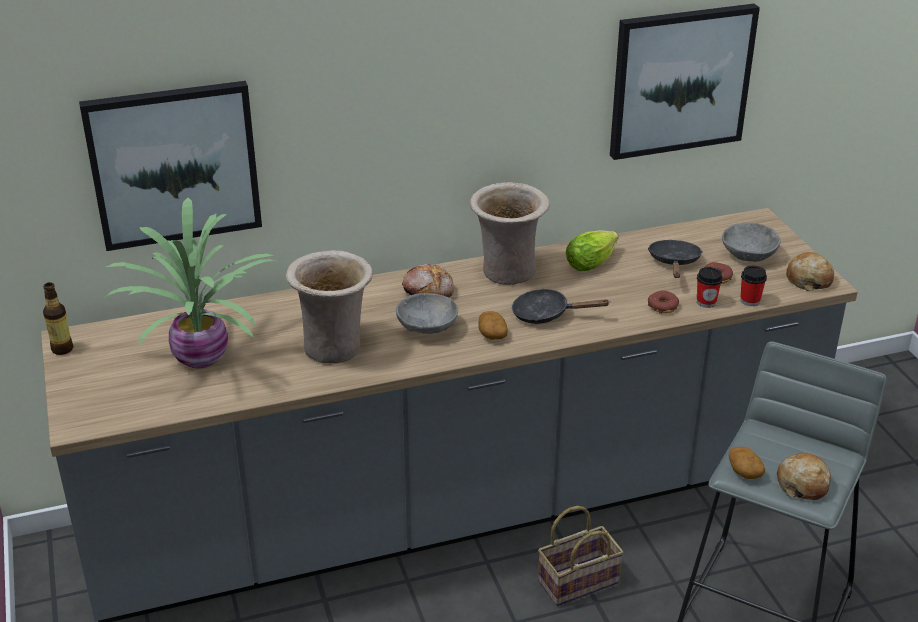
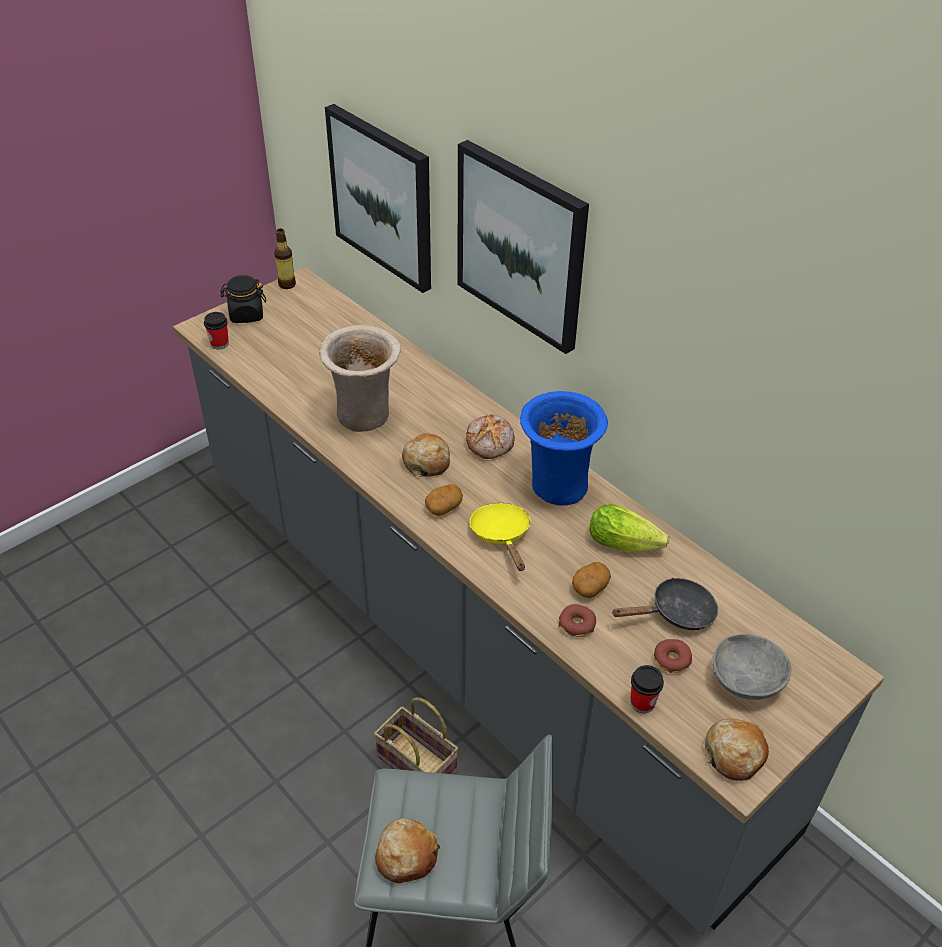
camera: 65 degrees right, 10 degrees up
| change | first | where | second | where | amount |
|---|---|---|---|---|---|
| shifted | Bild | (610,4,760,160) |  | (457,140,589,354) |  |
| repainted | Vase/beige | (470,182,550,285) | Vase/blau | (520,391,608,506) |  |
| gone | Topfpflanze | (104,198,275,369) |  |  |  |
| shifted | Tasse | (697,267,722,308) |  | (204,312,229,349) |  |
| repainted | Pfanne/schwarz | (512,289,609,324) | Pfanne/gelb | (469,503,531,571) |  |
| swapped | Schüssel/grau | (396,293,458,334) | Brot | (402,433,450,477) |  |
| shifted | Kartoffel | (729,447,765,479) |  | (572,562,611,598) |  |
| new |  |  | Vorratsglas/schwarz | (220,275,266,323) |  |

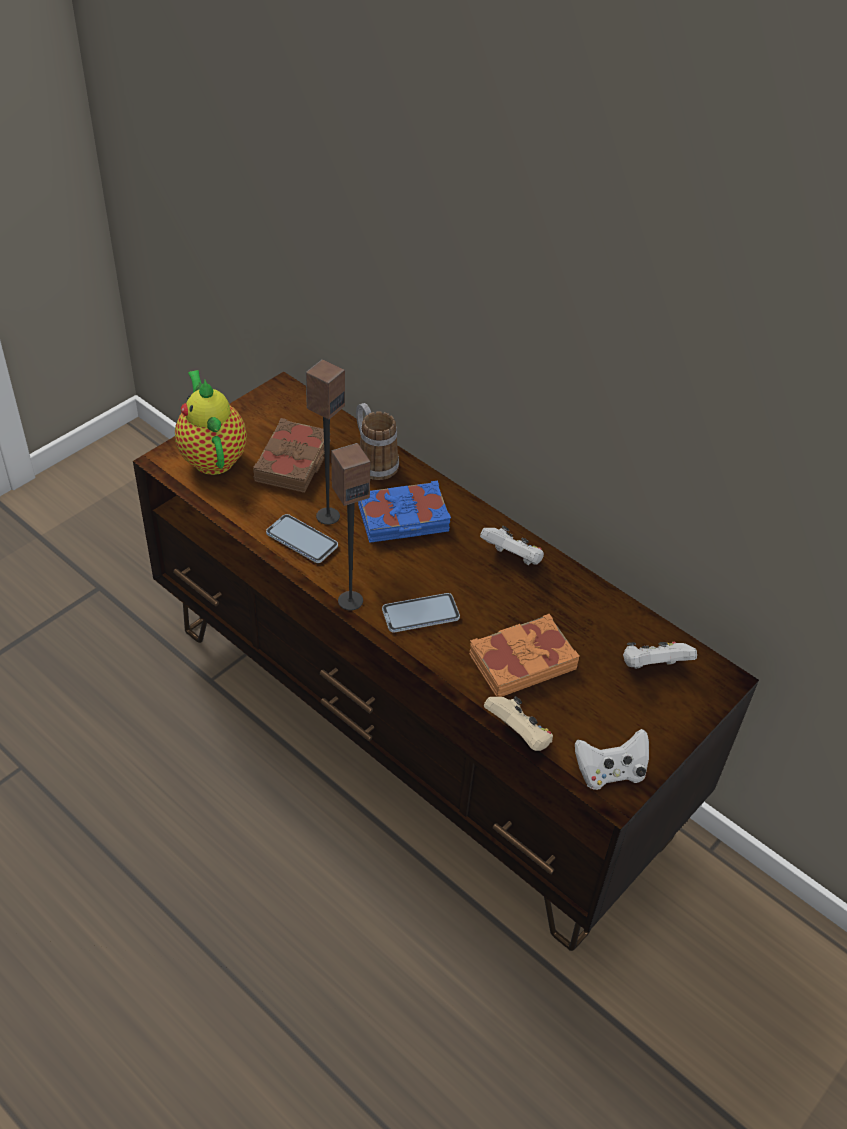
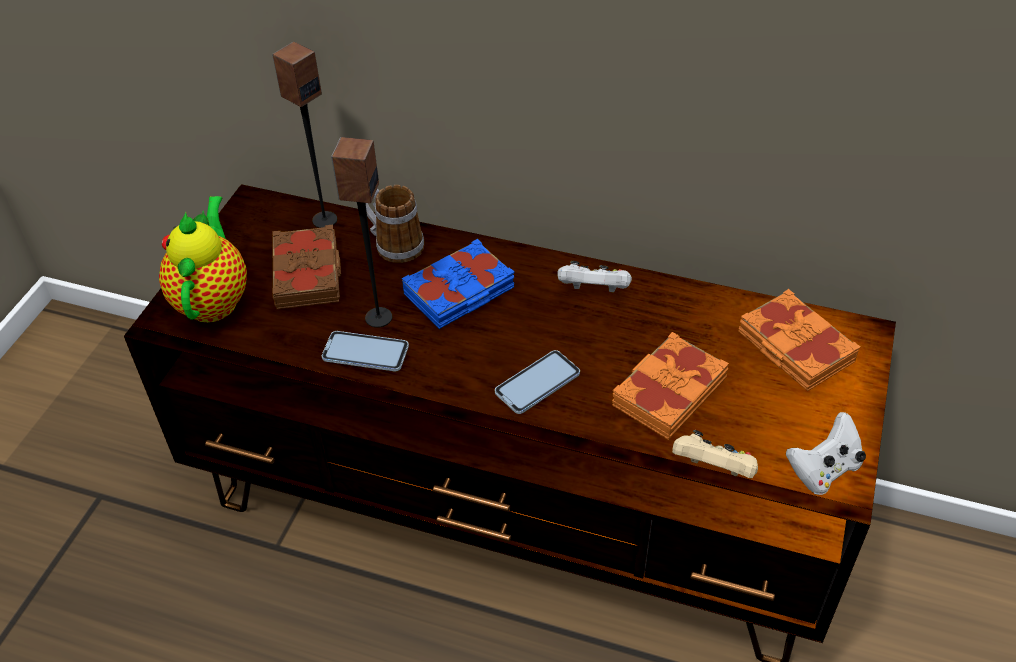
camera: 20 degrees left, 0 degrees up
| change | first | where | second | where | amount |
|---|---|---|---|---|---|
| rotated | Teekanne | (175,370,247,475) |  | (159,196,247,323) | 45 degrees clockwise |
| shifted | Lautsprecher | (331,443,370,611) |  | (272,42,337,228) |  |
| swapped | Gamepad/weiß | (623,641,697,669) | Buch/orange | (738,289,860,391) |  |

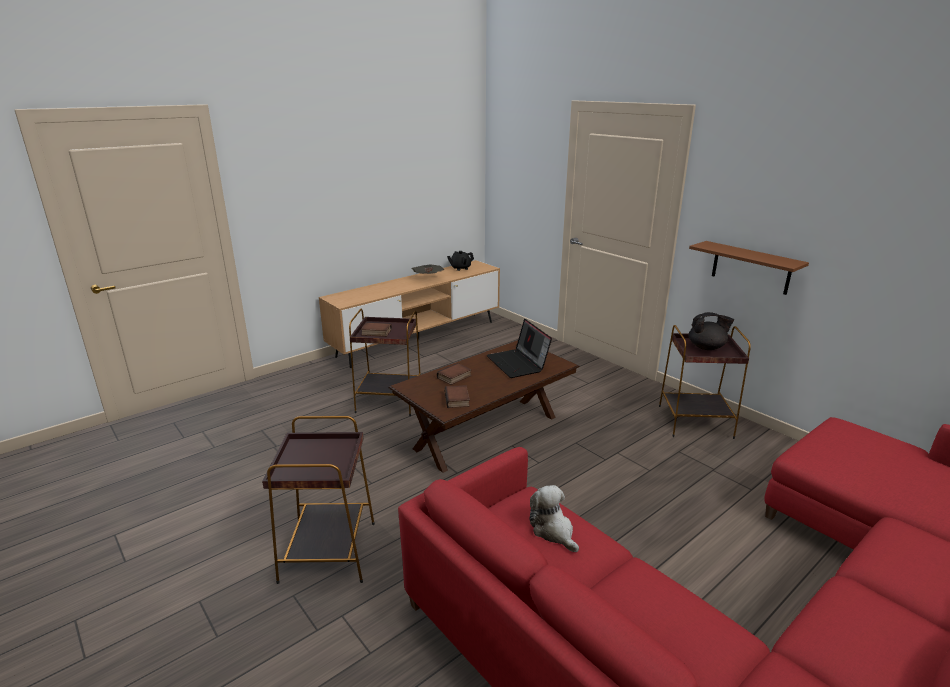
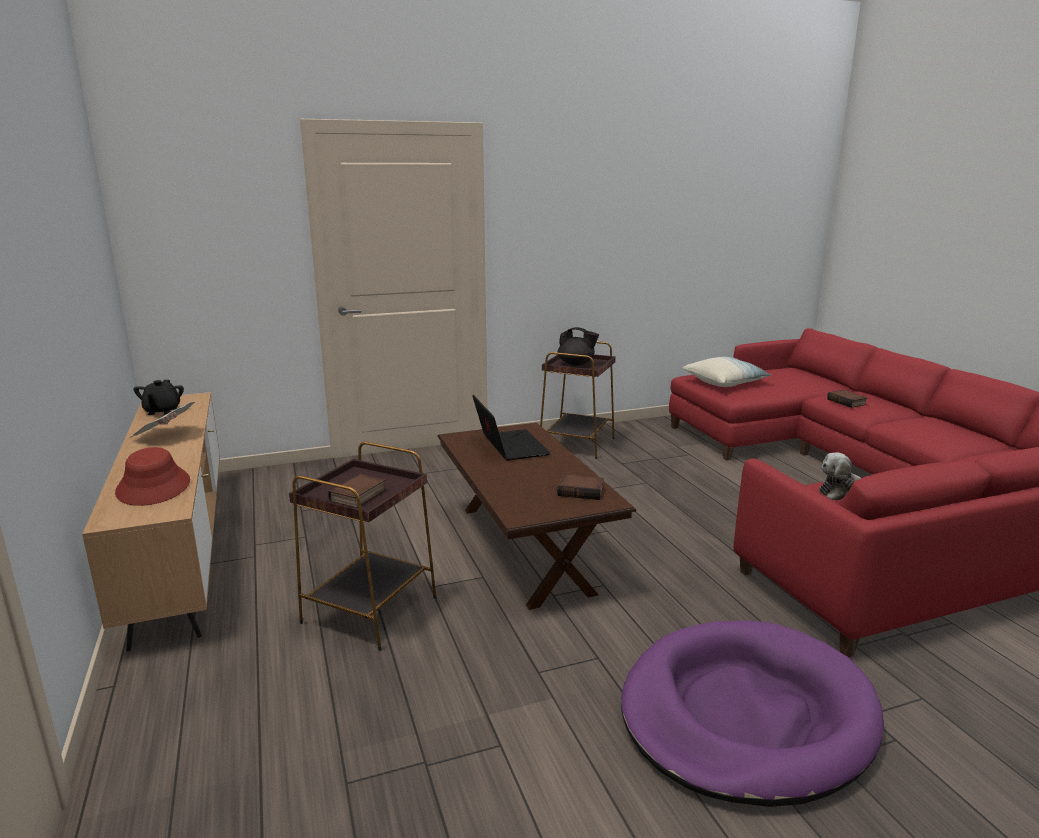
camera: 70 degrees left, 5 degrees down
| change | first | where | second | where | amount |
|---|---|---|---|---|---|
| gone | Wandregal/braun | (689,241,809,295) |  |  |  |
| rotated | Teekanne/schwarz | (689,312,734,350) |  | (558,327,599,366) | 90 degrees clockwise |
| rotated | Laptop | (487,319,552,378) |  | (472,395,550,461) | 105 degrees counterclockwise |
| shifted | Buch | (437,363,472,385) |  | (827,390,868,408) |  |
| swapped | Beistelltisch/braun | (262,416,375,584) | Hundebett/lila | (621,620,884,807) |  |
| new |  |  | Kissen | (682,357,772,387) |  |
| new |  |  | Hut/rot | (115,447,190,506) |  |

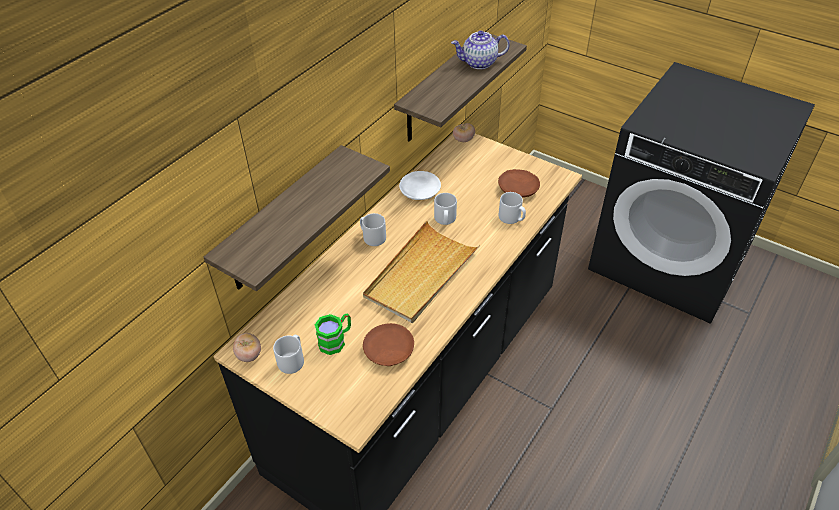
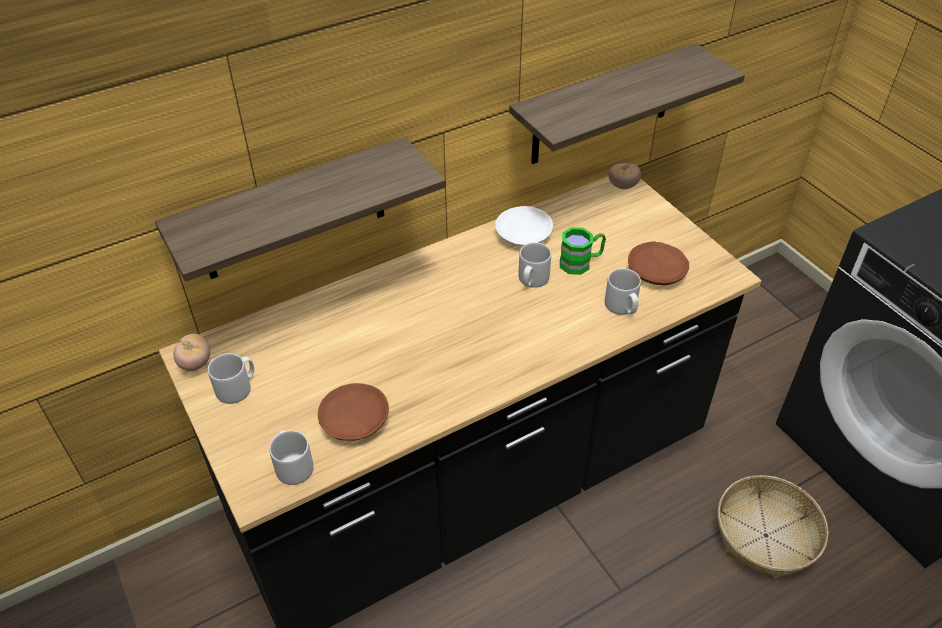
camera: 25 degrees right, 0 degrees up
| change | first | where | second | where | amount |
|---|---|---|---|---|---|
| gone | Teekanne | (451,30,510,69) |  |  |  |
| shifted | Henkelbecher/grau | (360,213,386,246) |  | (269,430,314,485) |  |
| gone | Tablett/beige | (363,221,480,323) |  |  |  |
| shifted | Henkelbecher/grün | (315,313,351,355) |  | (560,227,606,275) |  |
| new |  |  | Korb | (718,475,828,581) |  |

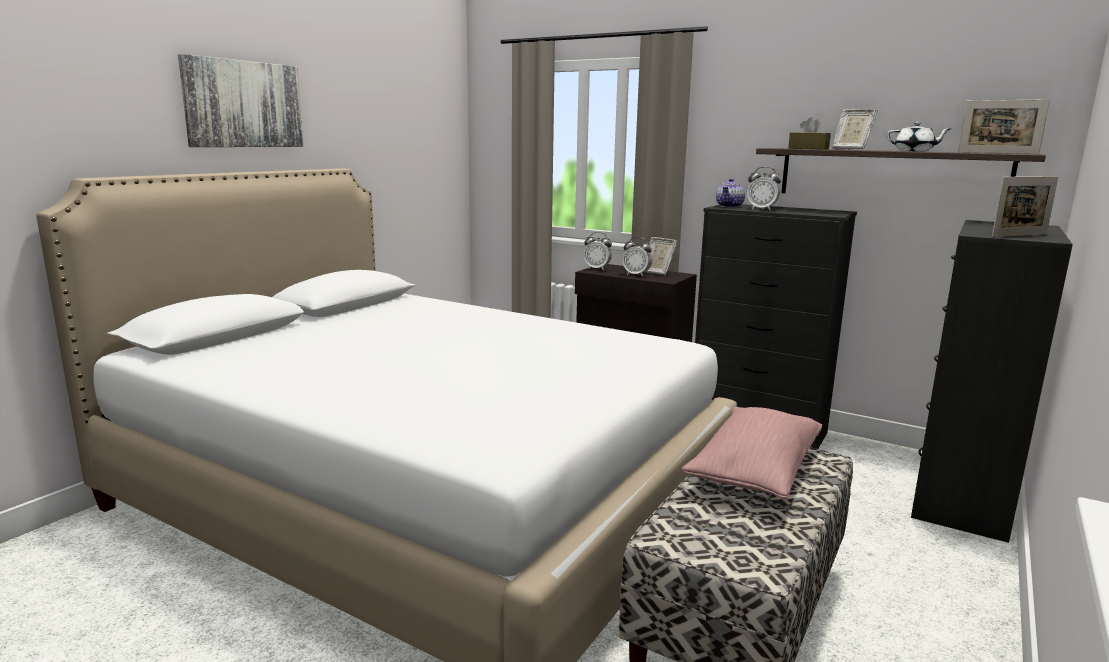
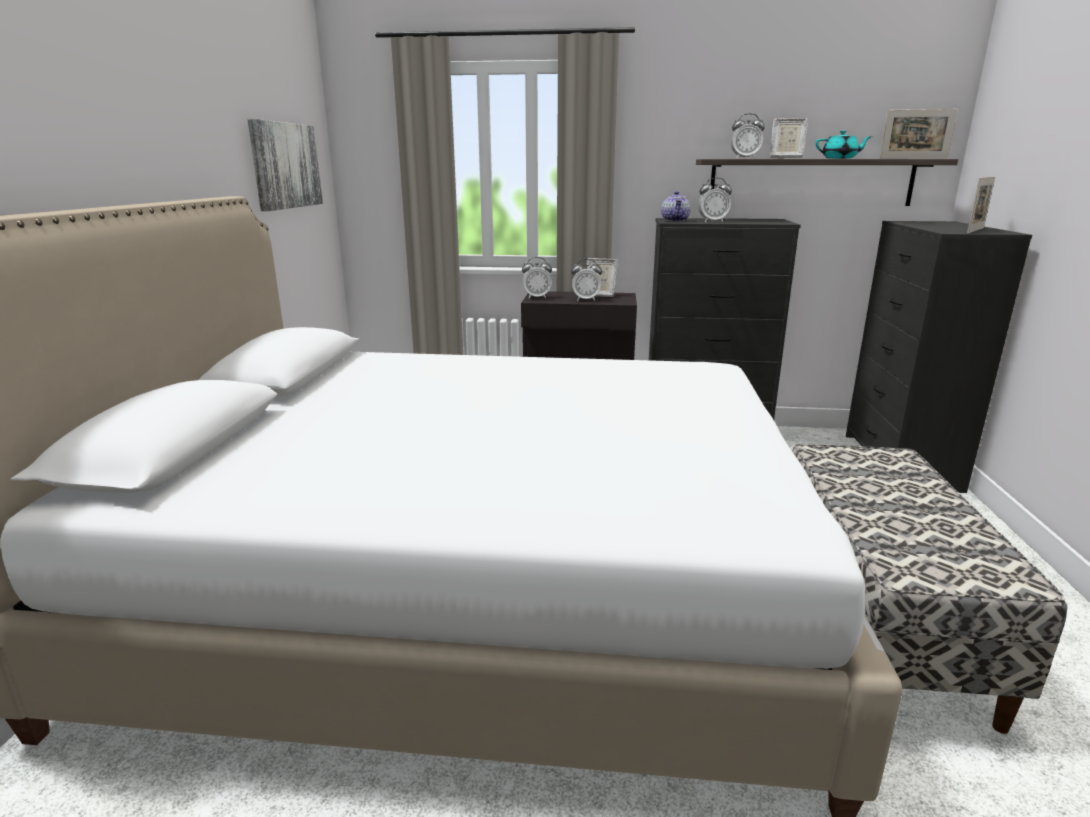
camera: 25 degrees left, 5 degrees up
| change | first | where | second | where | amount |
|---|---|---|---|---|---|
| shifted | Bild | (178,54,303,147) |  | (248,119,323,211) |  |
| swapped | Taschentuchbox/braun | (788,117,831,149) | Wecker | (731,113,765,159) |  |
| repainted | Teekanne/weiß | (887,122,952,151) | Teekanne/türkis | (816,130,873,159) |  |
| gone | Kissen/rosa | (682,407,822,500) |  |  |  |

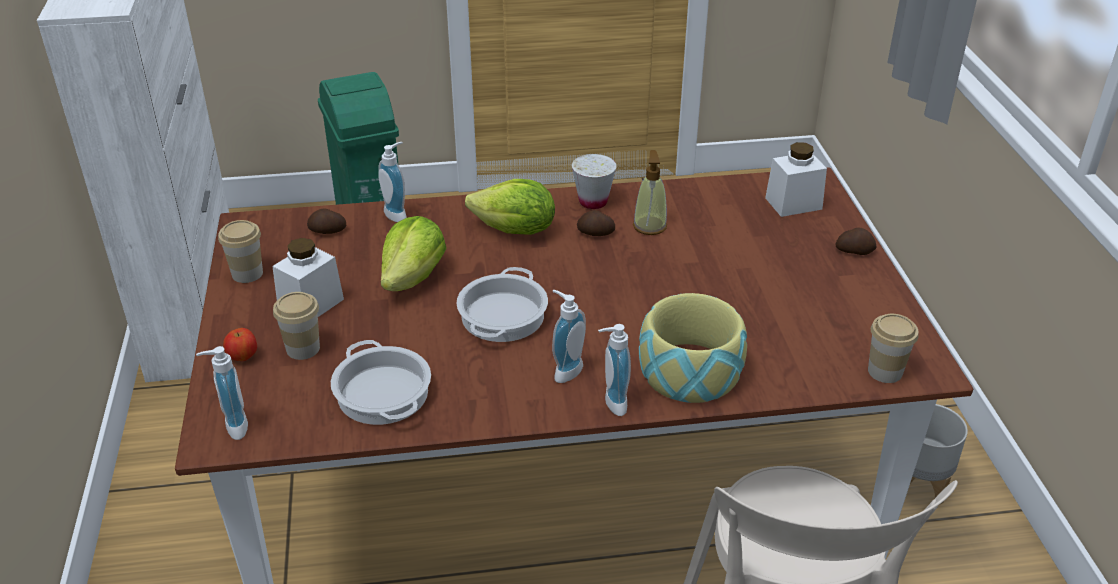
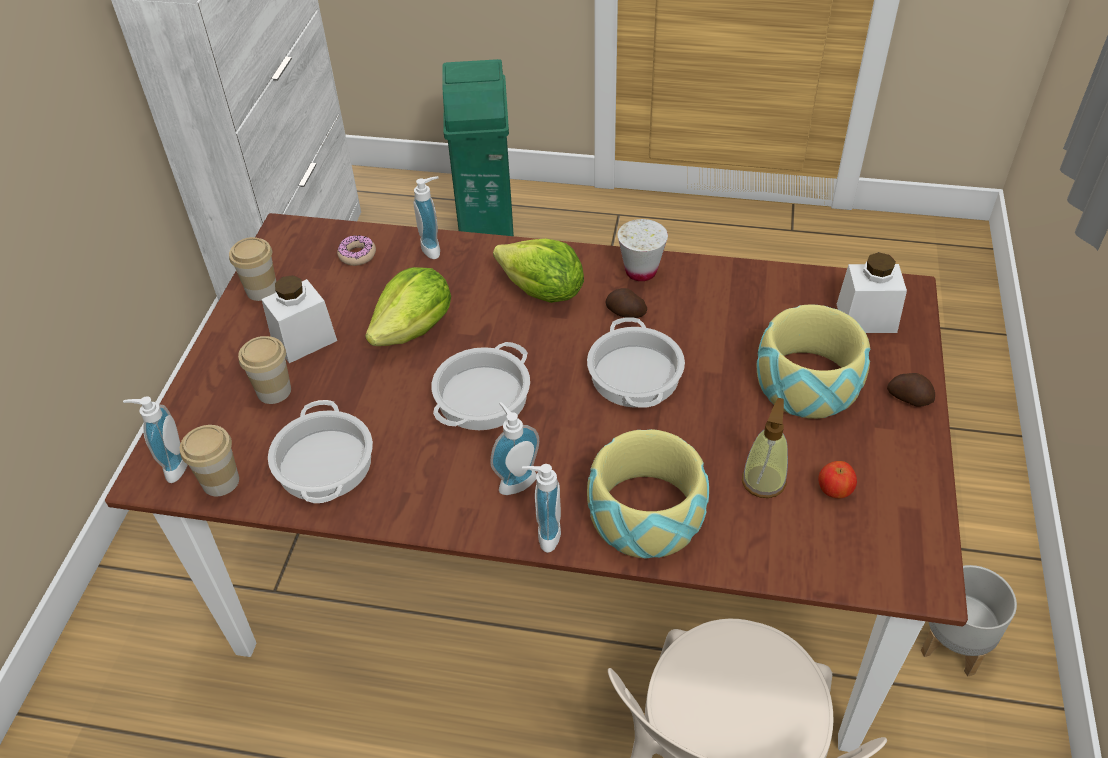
camera: 20 degrees right, 10 degrees up
| change | first | where | second | where | amount |
|---|---|---|---|---|---|
| shifted | Seifenspender | (633,150,667,235) |  | (742,398,788,498) |  |
| swapped | Kartoffel | (307,208,346,234) | Donut | (337,235,376,266) |  |
| shifted | Tasse | (868,314,918,383) |  | (180,425,239,496) |  |
| shifted | Apfel | (223,328,257,361) |  | (818,461,857,499) |  |
| new |  |  | Schüssel | (757,305,870,419) |  |
| new |  |  | Kochtopf | (587,317,685,408) |  |

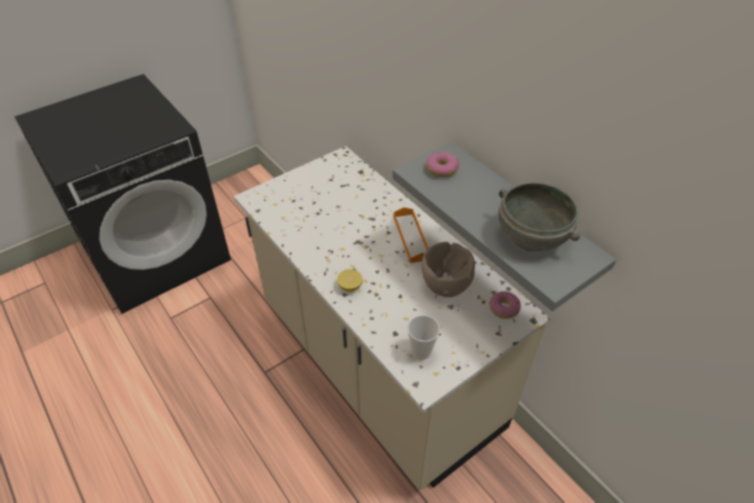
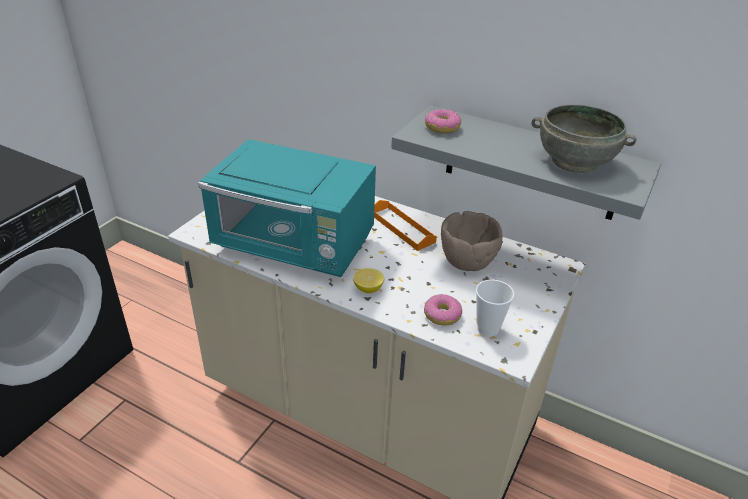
camera: 25 degrees left, 10 degrees down
| change | first | where | second | where | amount |
|---|---|---|---|---|---|
| shifted | Donut | (489,291,521,319) |  | (424,294,462,326) |  |
| new |  |  | Mikrowelle/türkis | (198,139,376,277) |  |

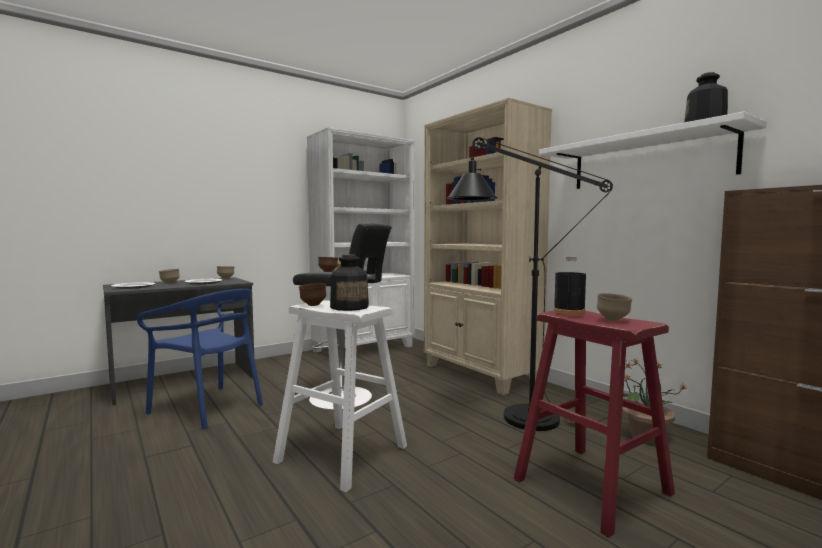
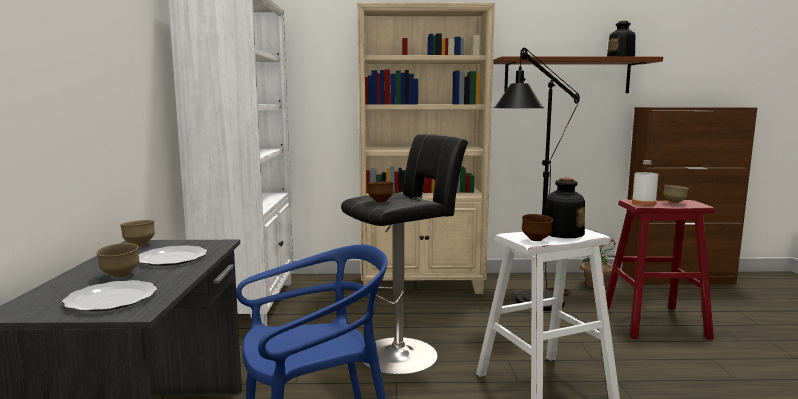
camera: 55 degrees left, 5 degrees up
| change | first | where | second | where | amount |
|---|---|---|---|---|---|
| repainted | Wandregal/weiß | (539,112,767,189) | Wandregal/braun | (493,56,663,93) |  |
| repainted | Flasche/schwarz | (554,256,586,316) | Flasche/weiß | (632,160,658,206) |  |

